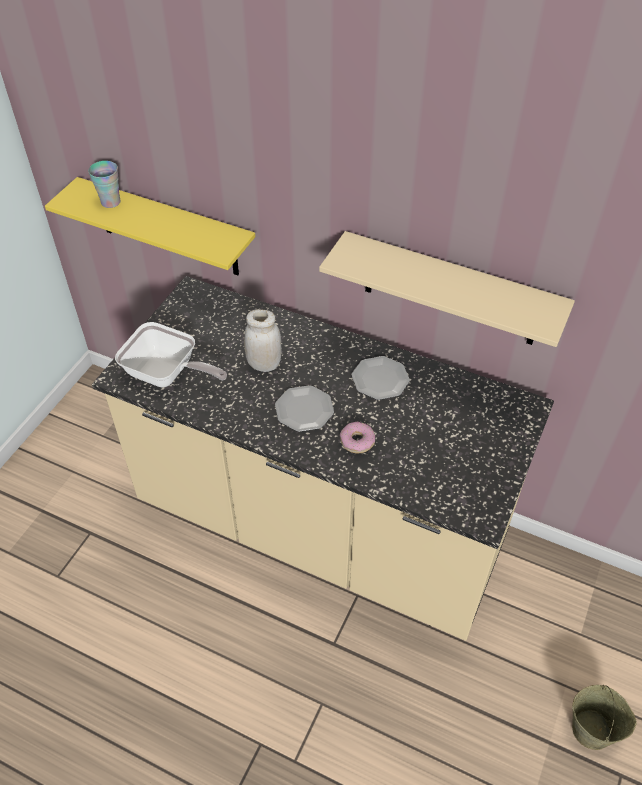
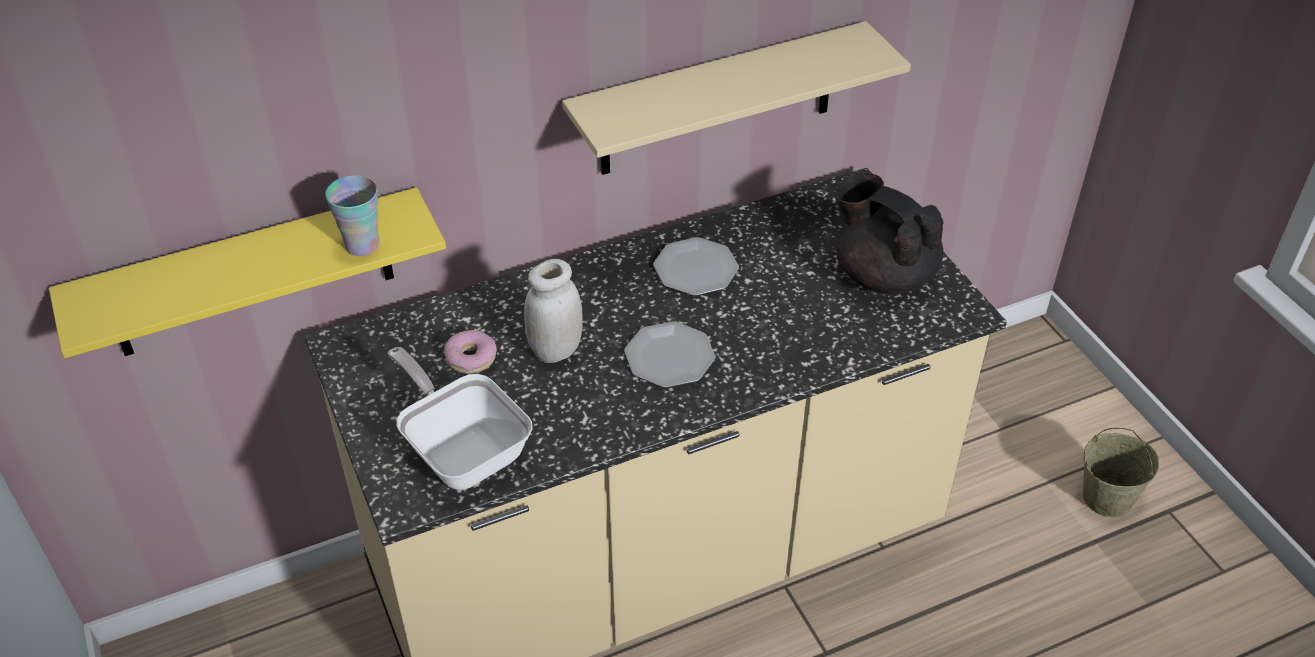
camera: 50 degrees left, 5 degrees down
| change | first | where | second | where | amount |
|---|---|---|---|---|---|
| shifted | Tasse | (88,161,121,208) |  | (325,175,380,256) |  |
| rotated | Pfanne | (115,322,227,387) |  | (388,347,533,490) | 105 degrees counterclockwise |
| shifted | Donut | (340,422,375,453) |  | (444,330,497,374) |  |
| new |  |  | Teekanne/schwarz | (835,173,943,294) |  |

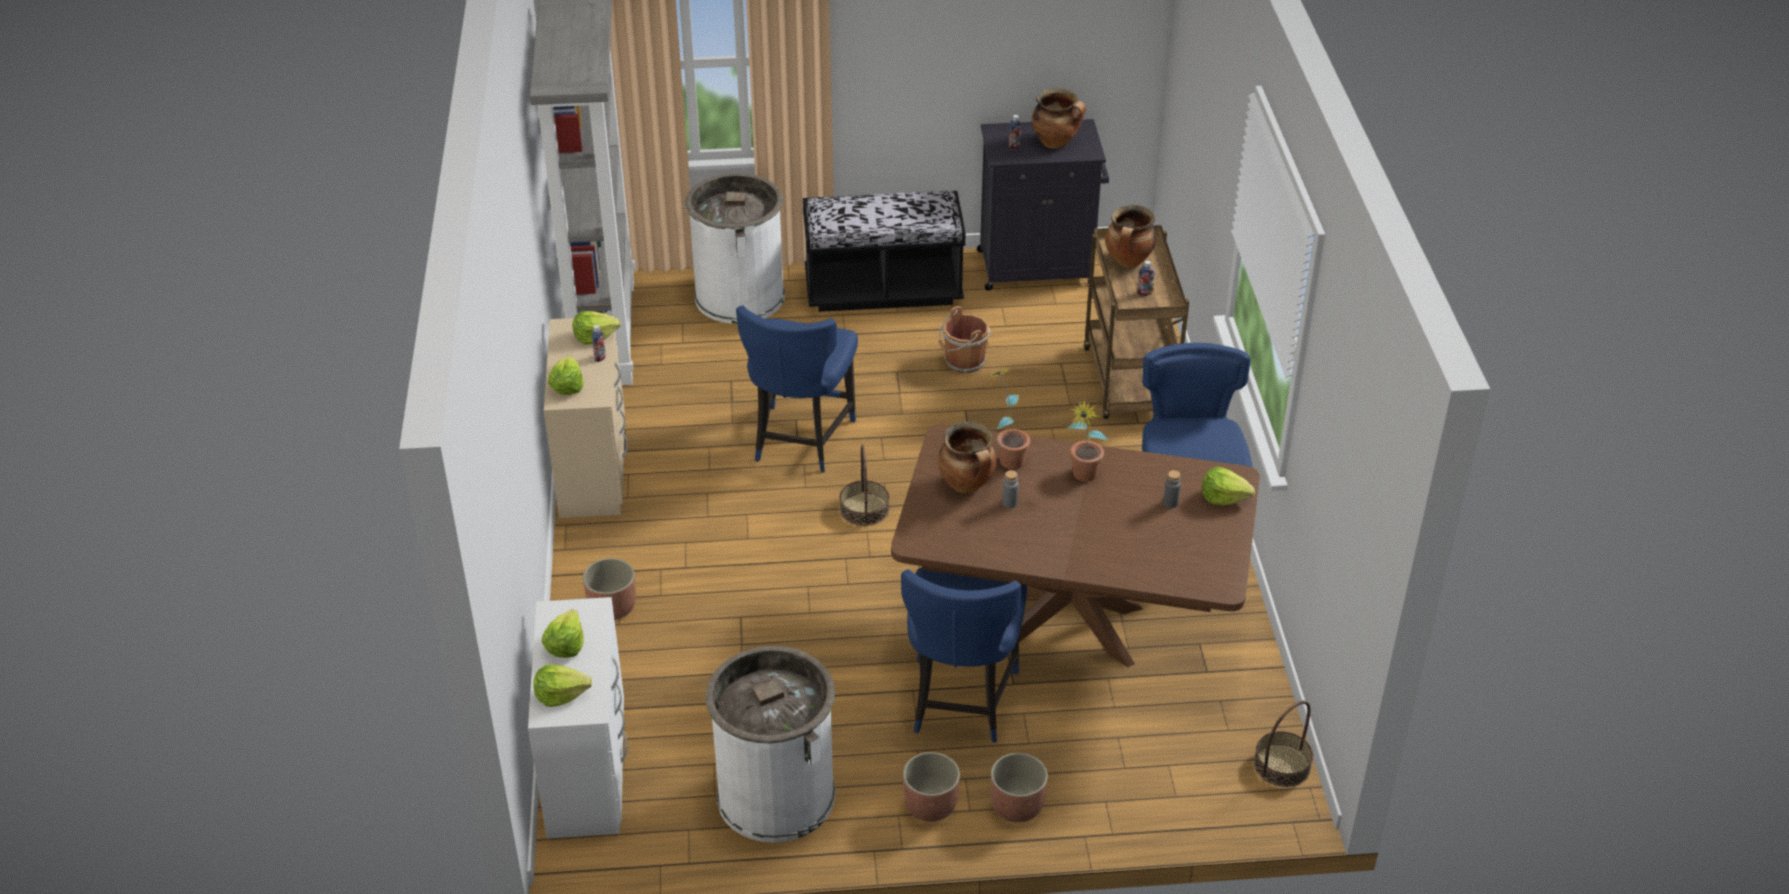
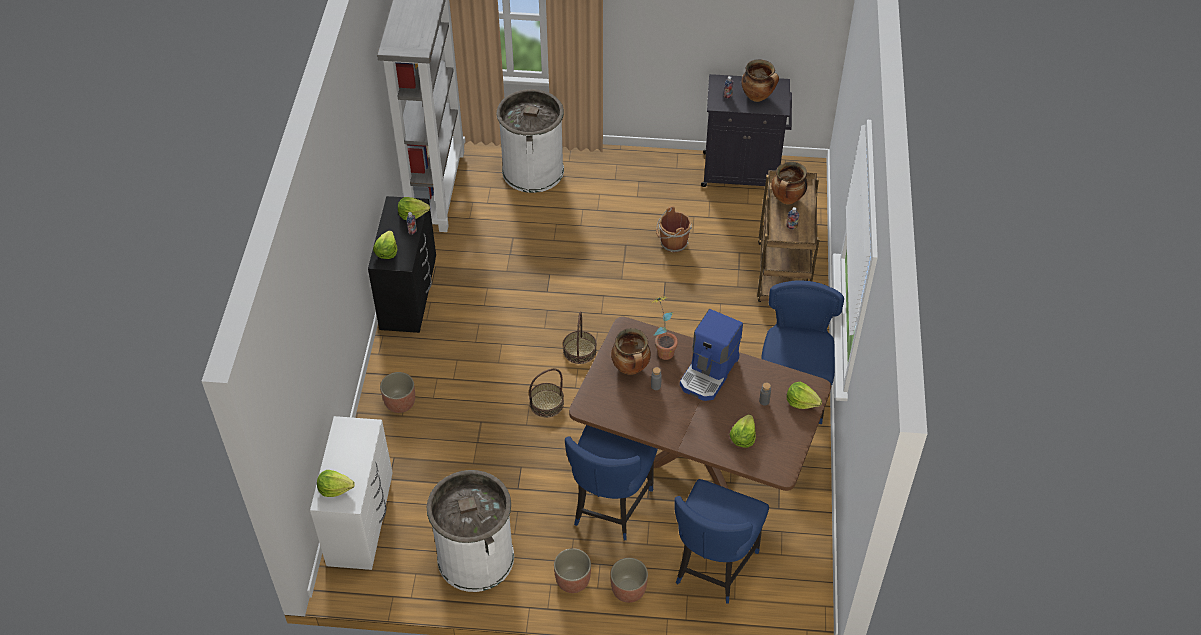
camera: 10 degrees right, 10 degrees up
| change | first | where | second | where | amount |
|---|---|---|---|---|---|
| gone | Bank/schwarz | (803,191,966,312) |  |  |  |
| shifted | Stuhl/blau | (736,305,858,473) |  | (674,479,769,604) |  |
| repainted | Kommode/beige | (544,316,628,518) | Kommode/schwarz | (368,196,436,333) |  |
| swapped | Topfpflanze | (1066,398,1108,482) | Kaffeemaschine | (680,309,743,401) |  |
| shifted | Salatkopf | (542,609,584,658) |  | (729,414,756,448) |  |
| shifted | Korb | (1254,701,1313,787) |  | (529,369,564,417) |  |

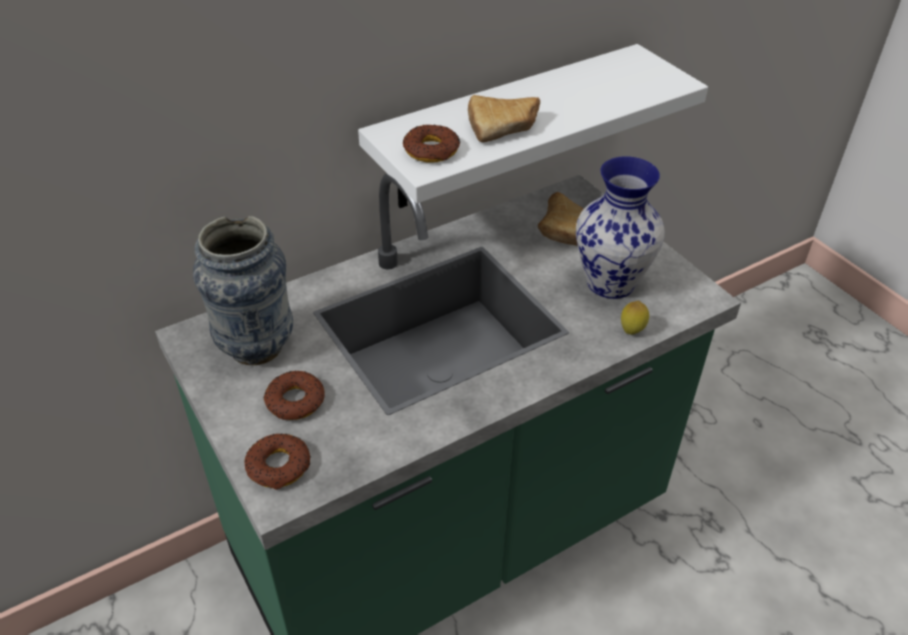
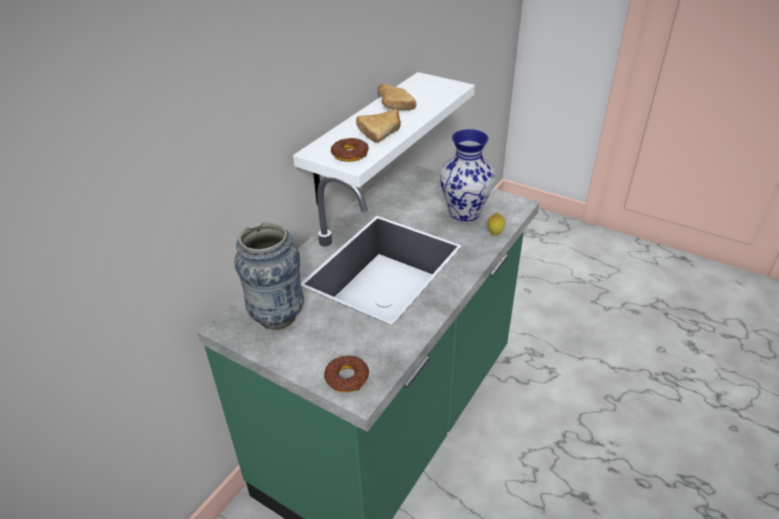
camera: 25 degrees left, 5 degrees down
| change | first | where | second | where | amount |
|---|---|---|---|---|---|
| shifted | Brot | (538,192,583,246) |  | (377,84,417,110) |  |
| gone | Donut | (263,371,325,420) |  |  |  |

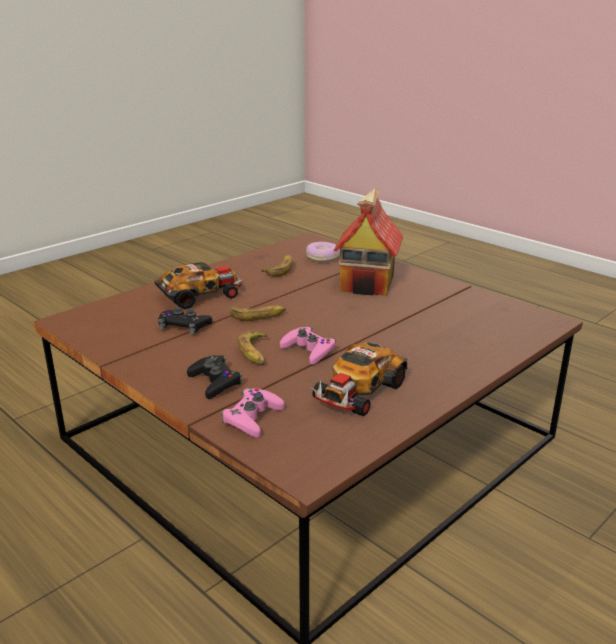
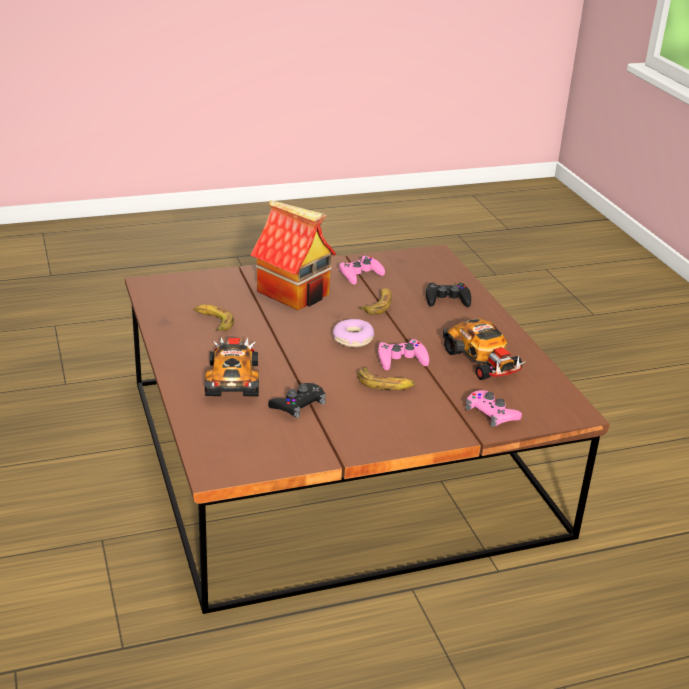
camera: 65 degrees left, 5 degrees up
| change | first | where | second | where | amount |
|---|---|---|---|---|---|
| shifted | Donut | (306,242,340,262) |  | (333,319,374,347) |  |
| shifted | Banane | (230,306,286,321) |  | (359,288,392,315) |  |
| shifted | Gamepad/schwarz | (187,355,242,399) |  | (426,282,471,307) |  |
| new |  |  | Gamepad/rosa | (339,256,385,285) |  |

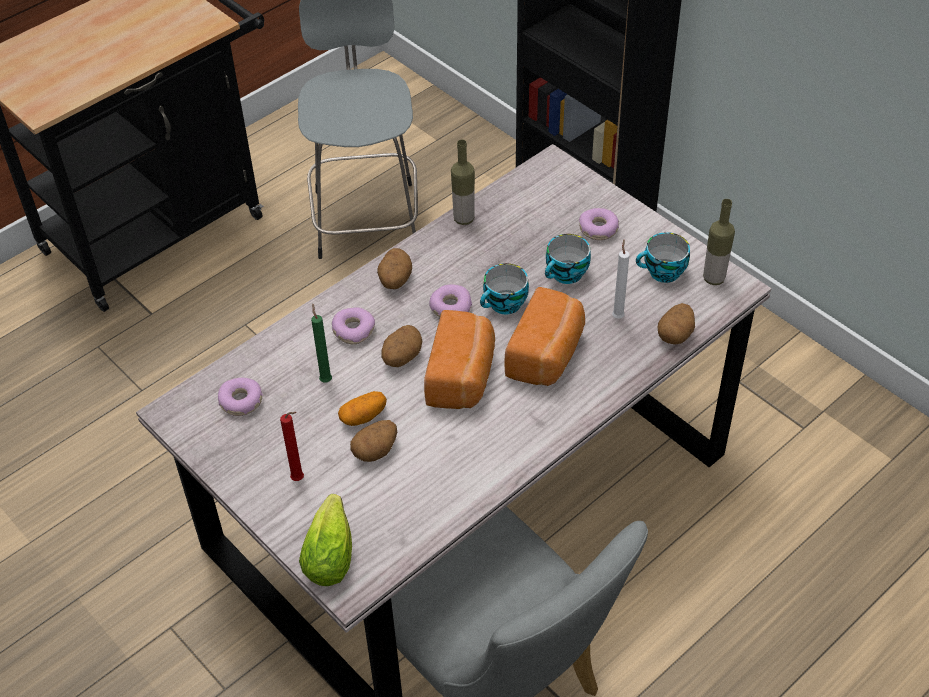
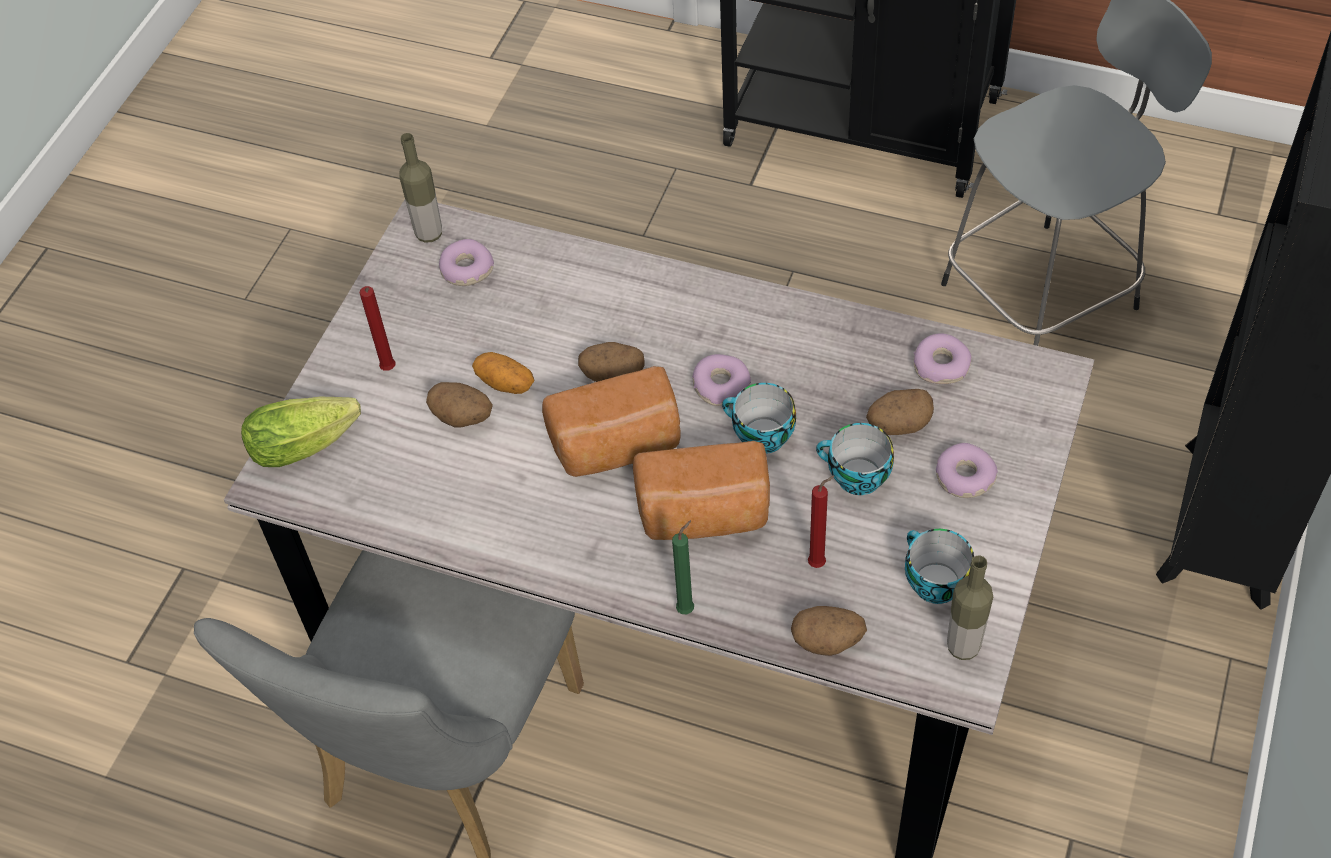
camera: 65 degrees right, 5 degrees up
| change | first | where | second | where | amount |
|---|---|---|---|---|---|
| shifted | Flasche | (451,139,475,225) |  | (399,133,442,243) |  |
| repainted | Kerze/weiß | (612,239,630,319) | Kerze/rot | (808,476,834,568) |  |
| shifted | Kartoffel | (377,248,412,289) |  | (866,389,934,435) |  |
| shifted | Kerze/grün | (311,304,332,383) |  | (672,520,694,614) |  |
| shifted | Donut | (332,307,375,344) |  | (914,333,972,384) |  |

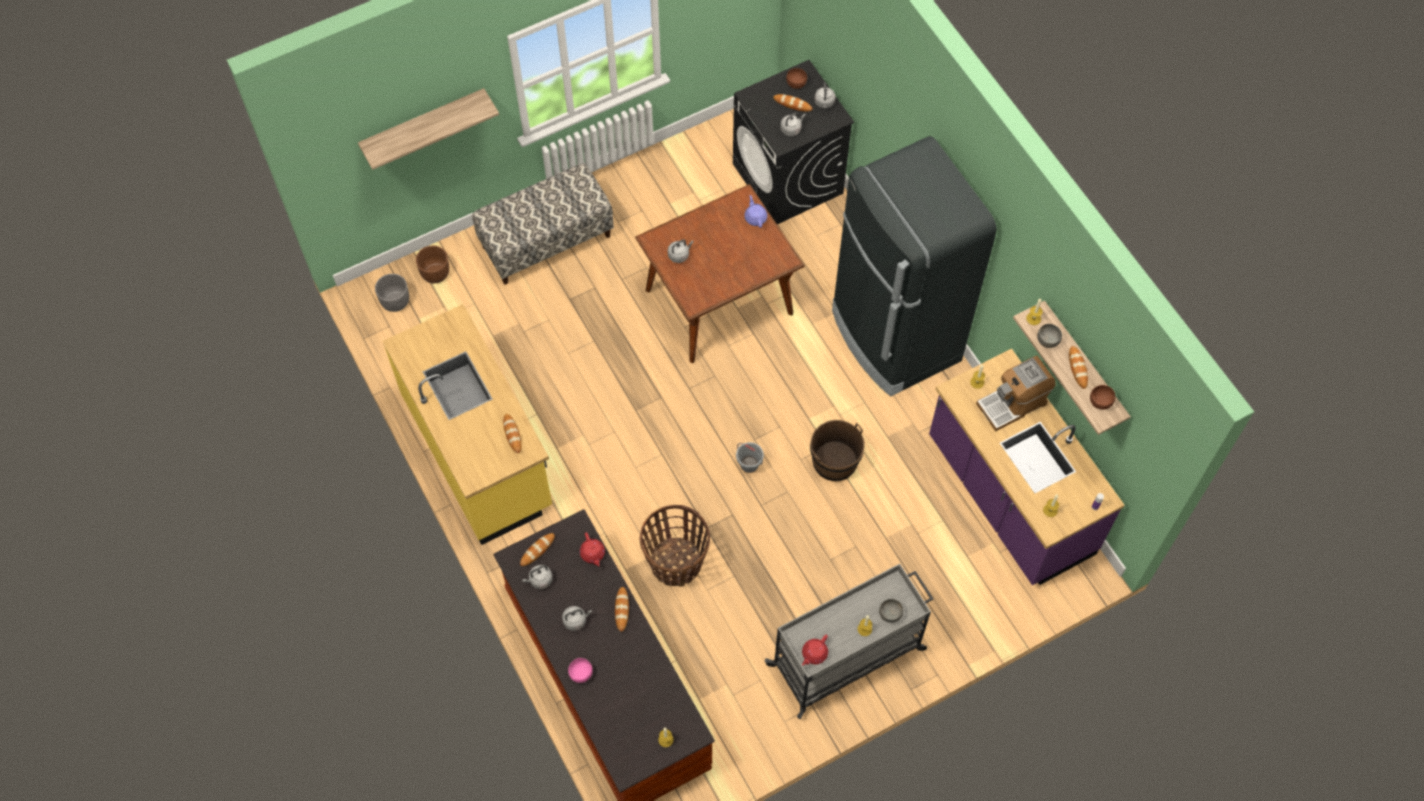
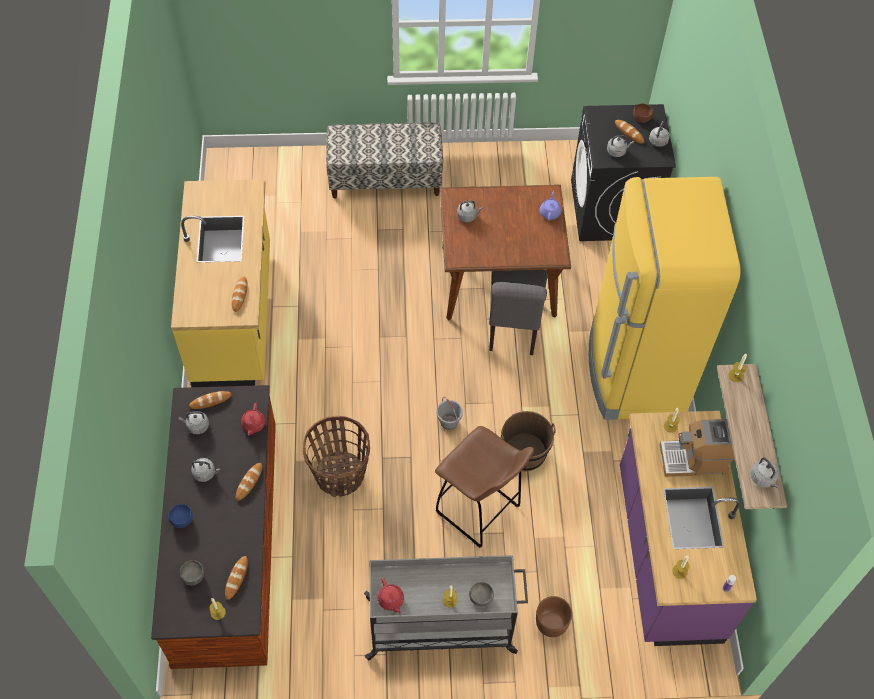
camera: 25 degrees right, 5 degrees down
| change | first | where | second | where | amount |
|---|---|---|---|---|---|
| gone | Wandregal | (358,88,499,170) |  |  |  |
| repainted | Kühlschrank/schwarz | (832,136,997,396) | Kühlschrank/gelb | (589,177,741,420) |  |
| shifted | Pflanzkübel/braun | (416,245,449,283) |  | (536,596,572,637) |  |
| gone | Pflanzkübel/grau | (375,274,409,312) |  |  |  |
| shifted | Schüssel/grau | (1037,324,1062,348) |  | (180,560,204,585) |  |
| shifted | Brot | (1069,346,1088,389) |  | (225,556,248,600) |  |
| swapped | Schüssel/braun | (1090,385,1115,410) | Wasserkessel/grau | (750,457,779,488) |  |
| rotated | Teekanne/rot | (802,635,828,665) |  | (378,578,404,614) | 90 degrees counterclockwise |
| repainted | Schüssel/rosa | (568,658,593,683) | Schüssel/blau | (168,504,193,528) |  |
| new |  |  | Stuhl/grau | (489,270,547,355) |  |
| new |  |  | Hocker/braun | (435,426,534,548) |  |

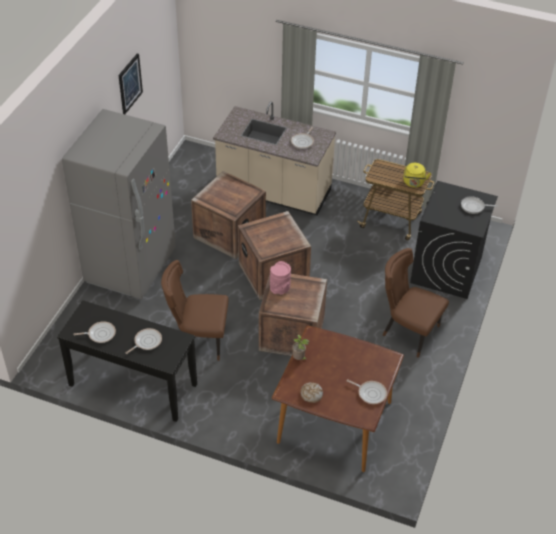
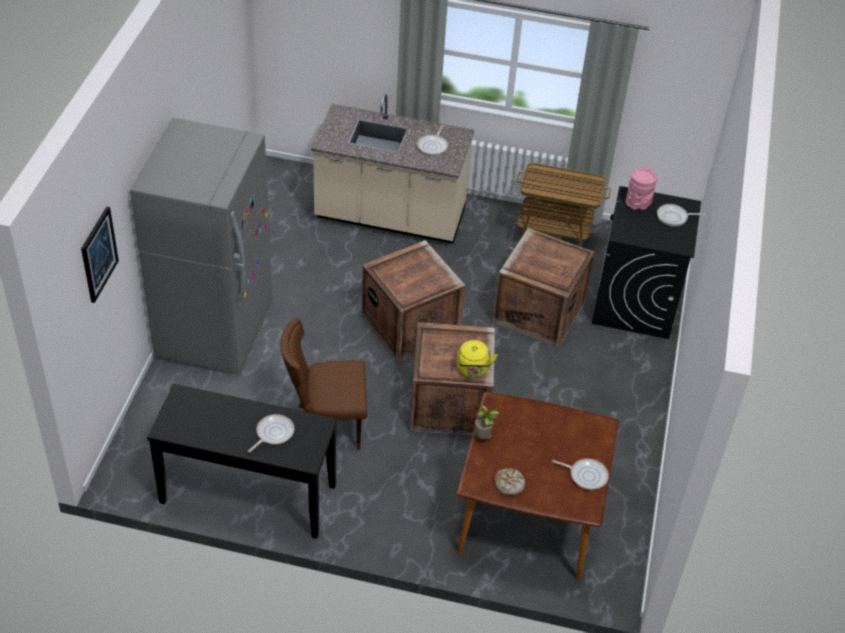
camera: 10 degrees left, 0 degrees up
| change | first | where | second | where | amount |
|---|---|---|---|---|---|
| shifted | Bild | (118,53,143,114) |  | (81,206,119,303) |  |
| shifted | Wasserkessel/gelb | (403,163,431,188) |  | (457,340,498,378) |  |
| shifted | Kiste | (191,171,266,259) |  | (492,228,595,349) |  |
| gone | Stuhl/braun | (383,248,449,358) |  |  |  |
| shifted | Vase/rosa | (270,261,291,295) |  | (626,167,657,210) |  |
| gone | Pfanne | (73,321,116,343) |  |  |  |

